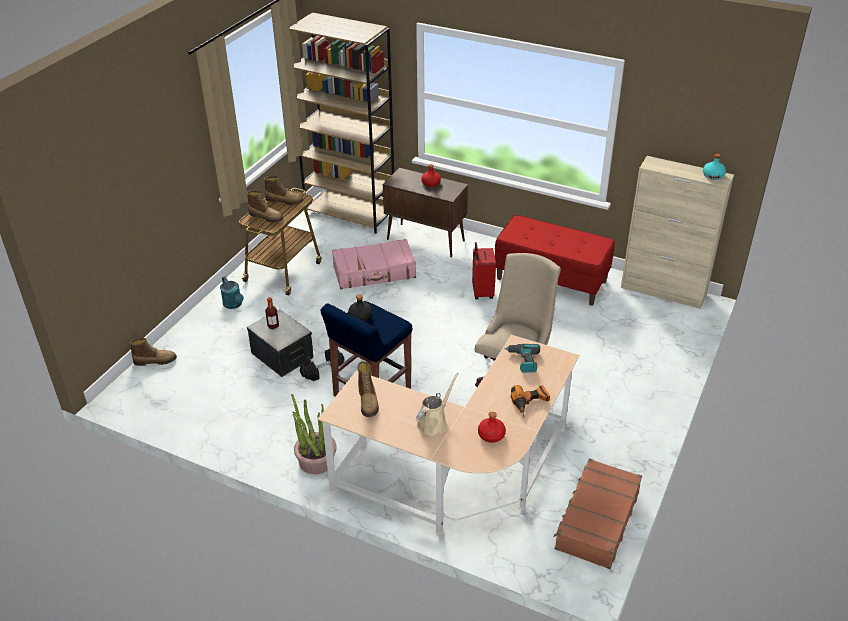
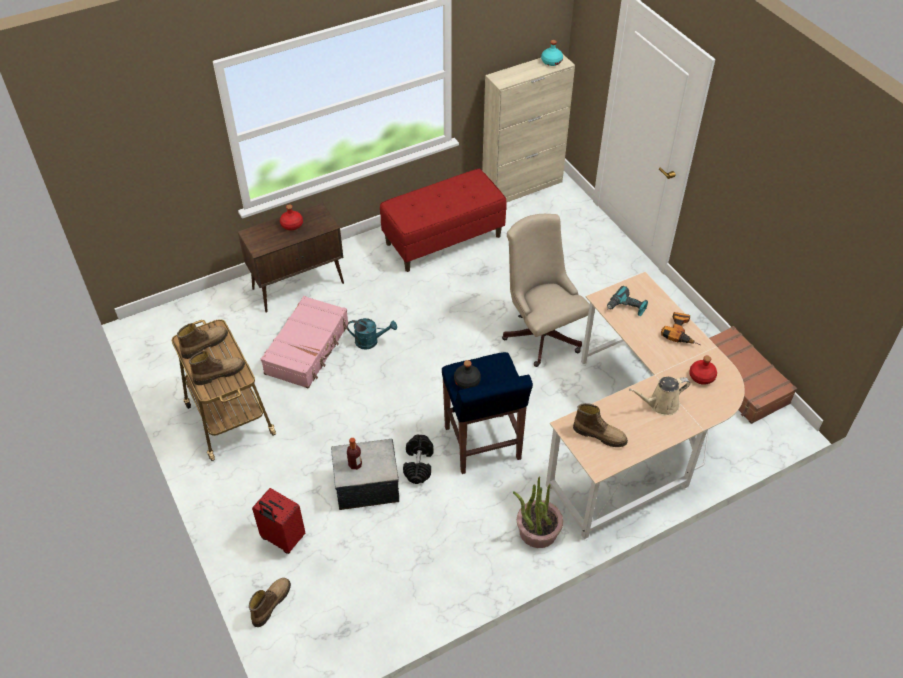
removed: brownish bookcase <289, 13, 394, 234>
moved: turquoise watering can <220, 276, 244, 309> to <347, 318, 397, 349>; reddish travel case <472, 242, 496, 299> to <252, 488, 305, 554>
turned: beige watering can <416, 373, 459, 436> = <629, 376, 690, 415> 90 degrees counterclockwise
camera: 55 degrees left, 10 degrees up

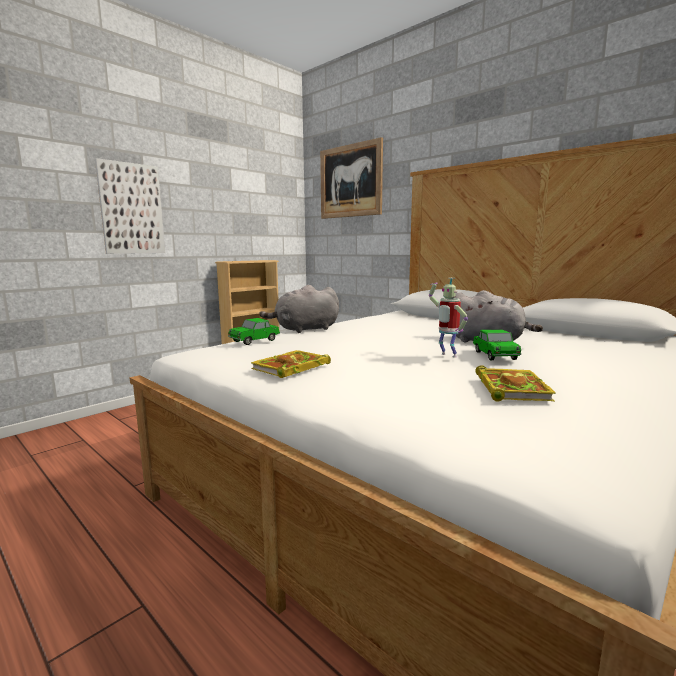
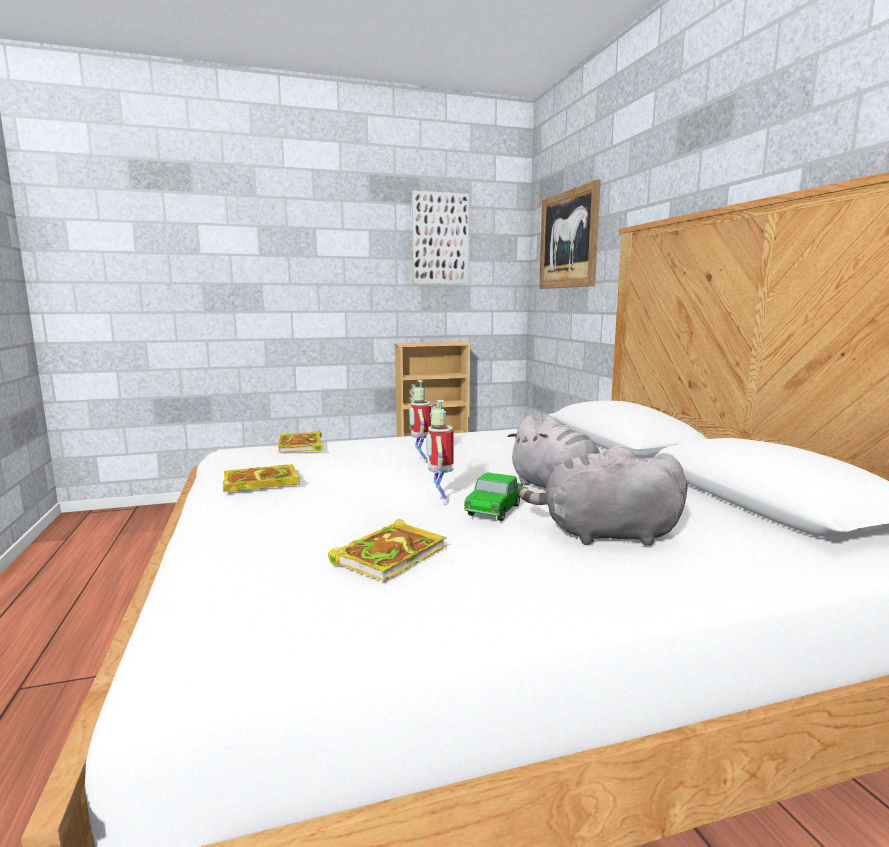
added: model robot <409, 380, 431, 463>
moved: wall picture <95, 158, 165, 254> to <412, 190, 469, 284>; grey soft toy <259, 285, 339, 333> to <517, 445, 688, 546>
replaced: miniature car <228, 318, 280, 345> to volume <278, 430, 323, 452>
camera: 30 degrees right, 0 degrees up

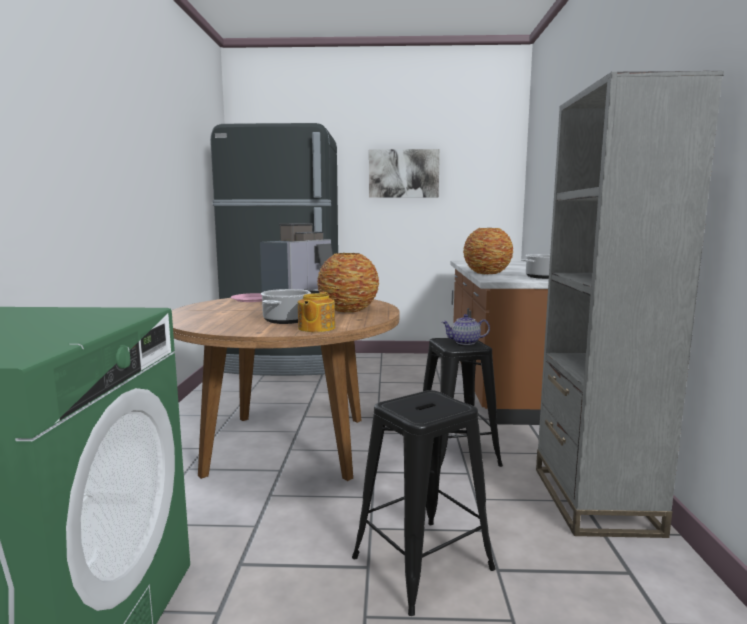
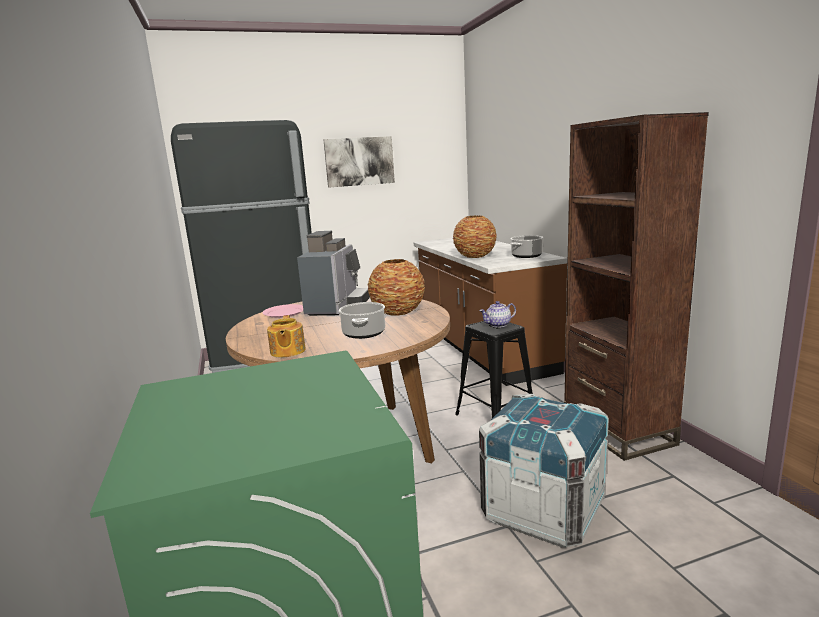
moved: pot for tea <298, 292, 335, 332> to <267, 315, 306, 357>
replaced: black-coloured sitting stool <352, 390, 496, 616> to shipping crate <479, 393, 609, 548>
recoloured: grey bookcase <536, 71, 724, 538> to brownish bookcase <564, 112, 709, 461>
camera: 20 degrees left, 5 degrees up

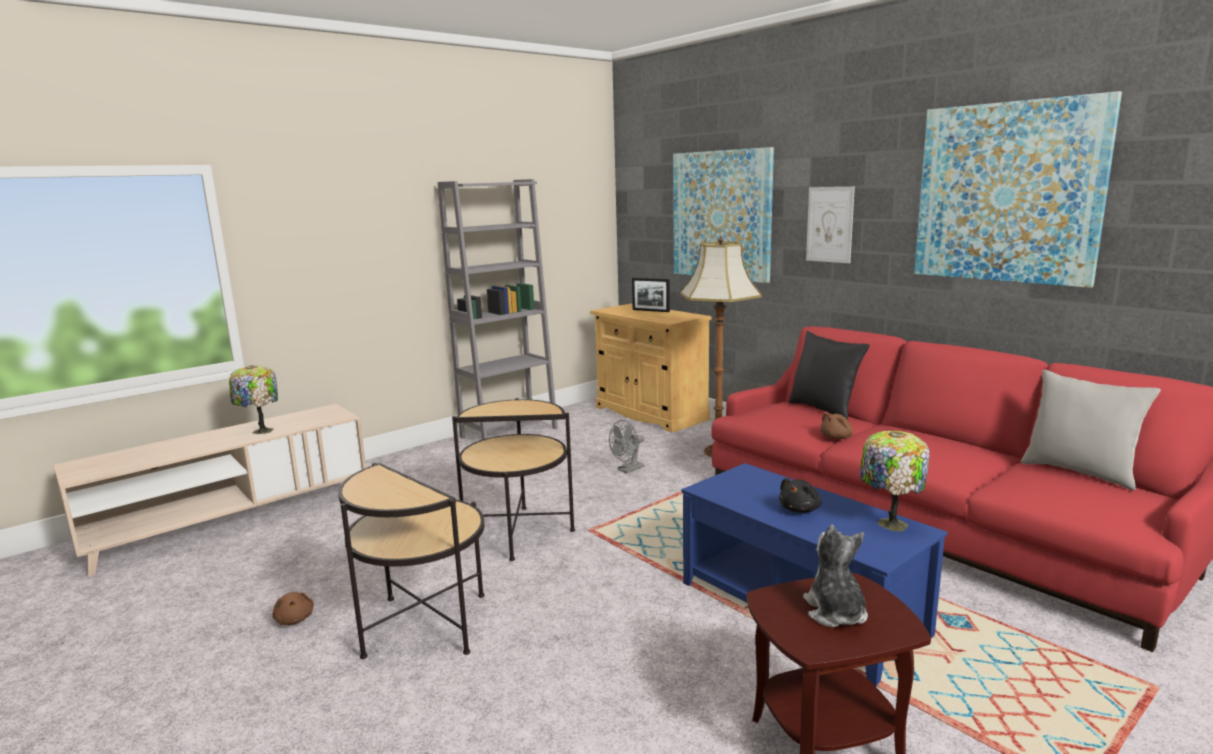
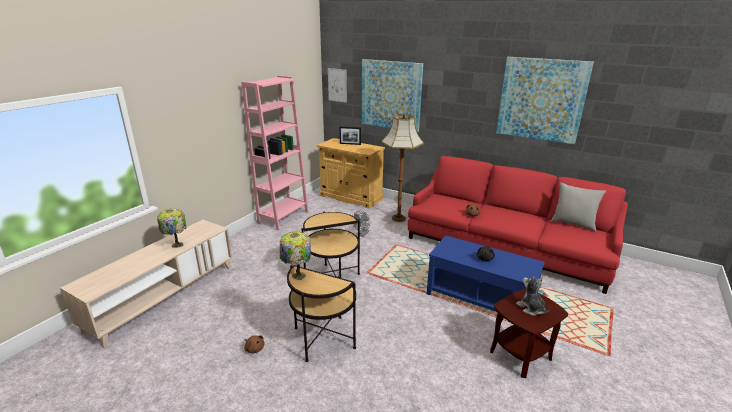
removed: black-coloured throw pillow <789, 331, 870, 420>
moved: wall picture <806, 187, 855, 263> to <328, 68, 347, 103>; lamp for a table <860, 431, 930, 532> to <280, 232, 311, 280>
recoloured: grey bookcase <438, 179, 558, 440> to pink bookcase <241, 75, 309, 231>
camera: 20 degrees left, 10 degrees up

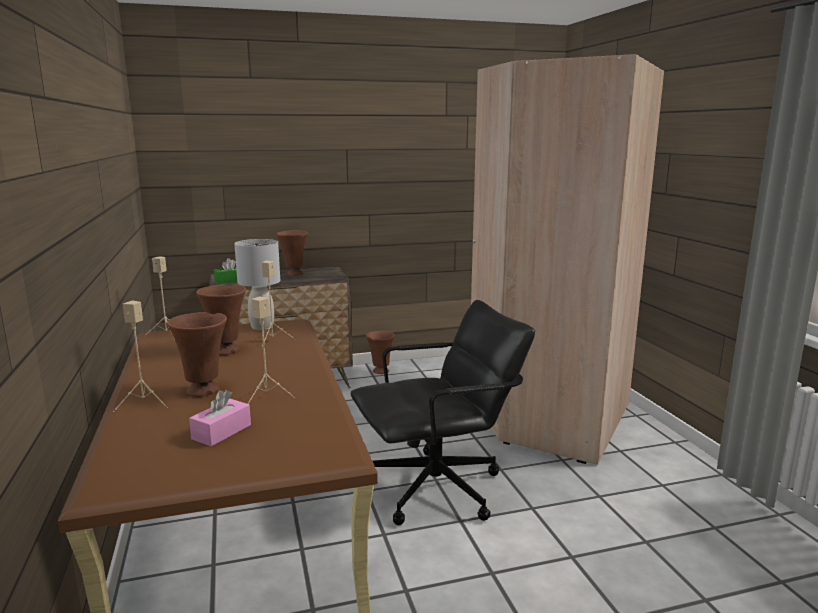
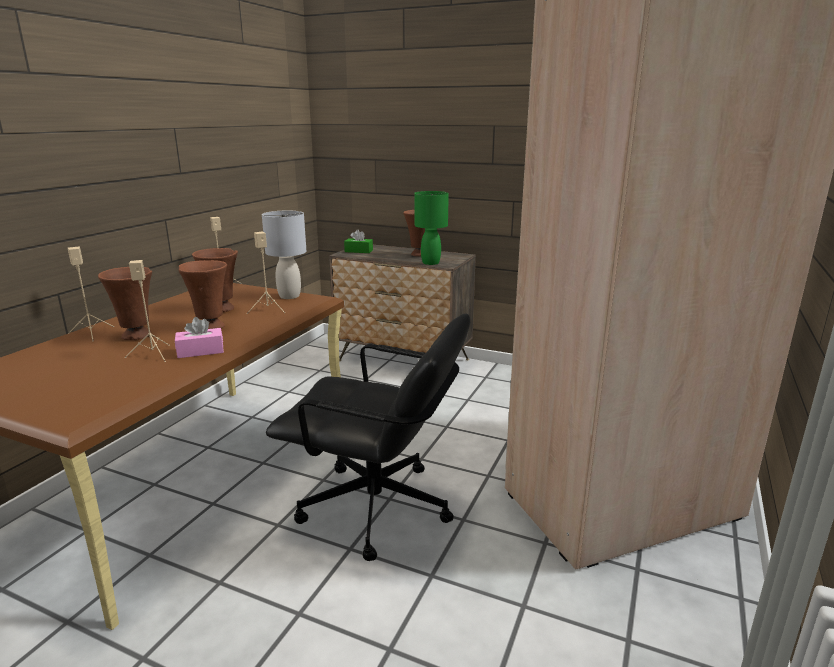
added: greenish lamp for a table <414, 191, 449, 265>
moved: pink tissue box <189, 390, 251, 446> to <175, 317, 224, 358>; brownish flower vase <366, 331, 395, 374> to <178, 260, 227, 329>
camera: 40 degrees right, 5 degrees up

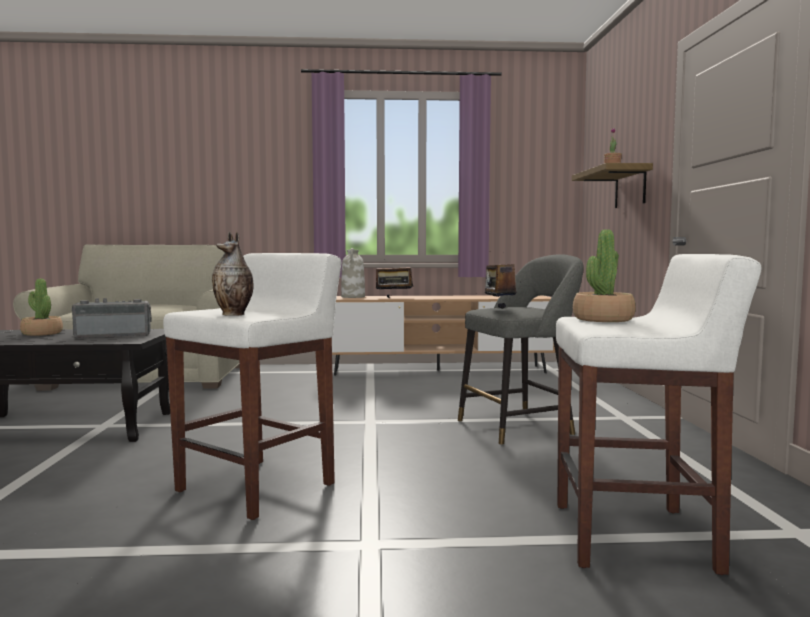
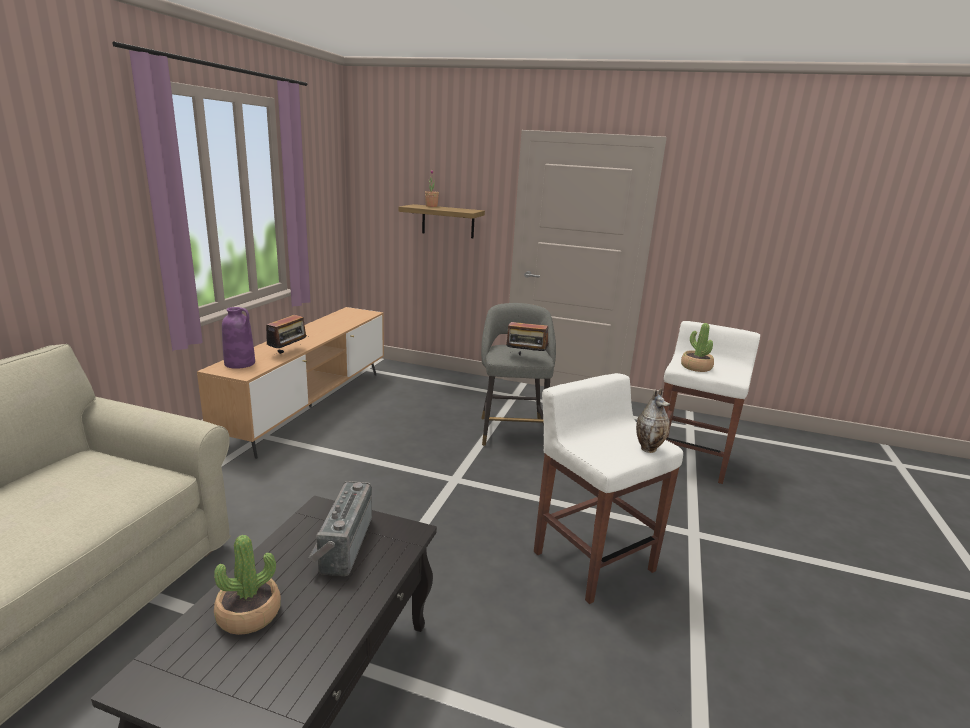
recoloured: white flower vase <341, 248, 365, 298> to purple-coloured flower vase <222, 307, 255, 369>
camera: 70 degrees left, 15 degrees up

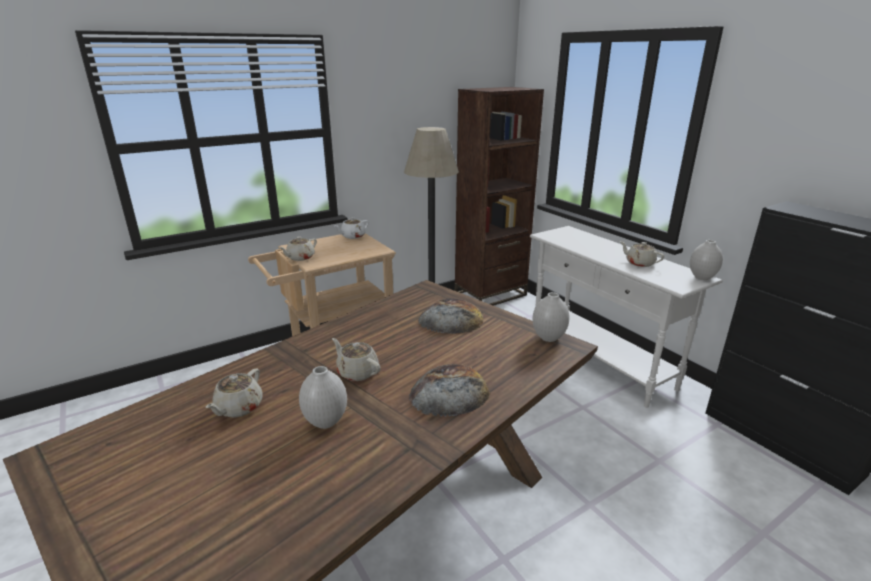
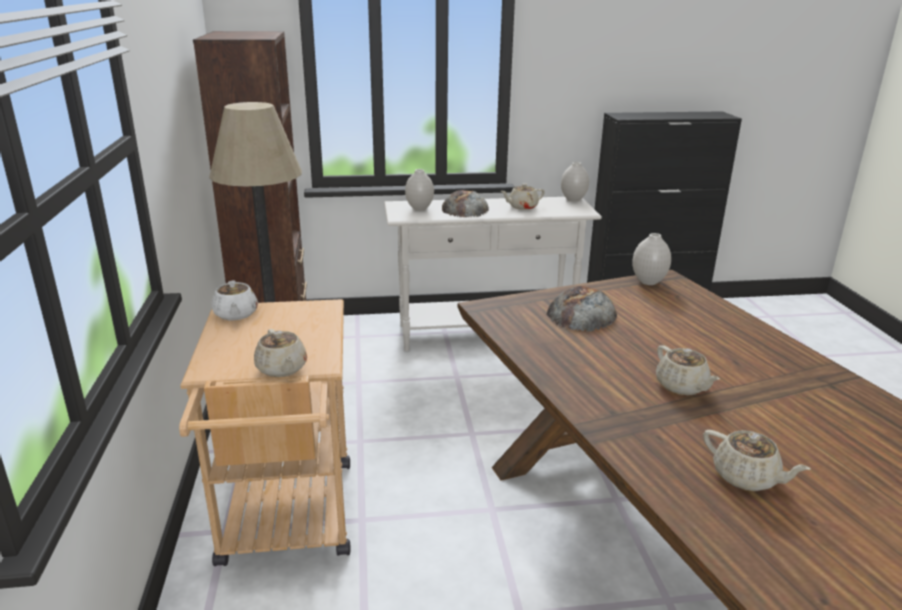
moved: white flower vase <299, 366, 347, 429> to <405, 169, 434, 211>; bakery bread <409, 364, 490, 417> to <442, 190, 489, 218>
turned: beige pot for tea <332, 338, 380, 381> = <656, 345, 720, 395> 90 degrees counterclockwise
camera: 65 degrees left, 0 degrees up

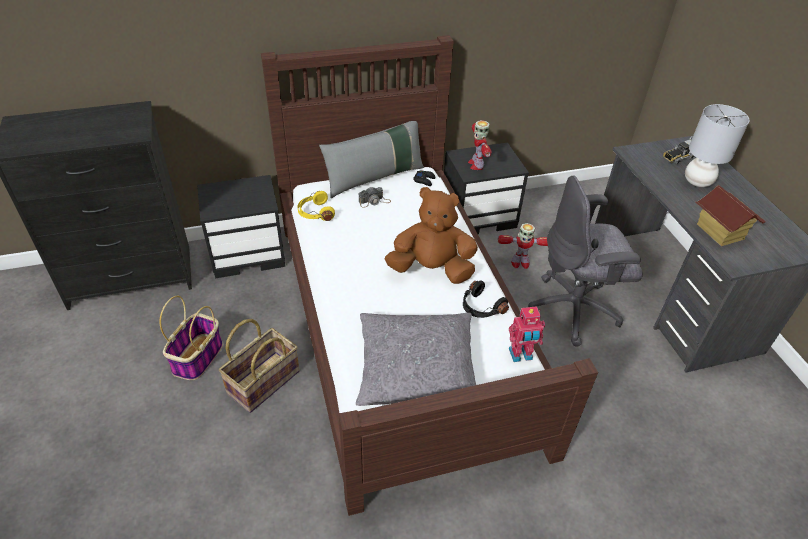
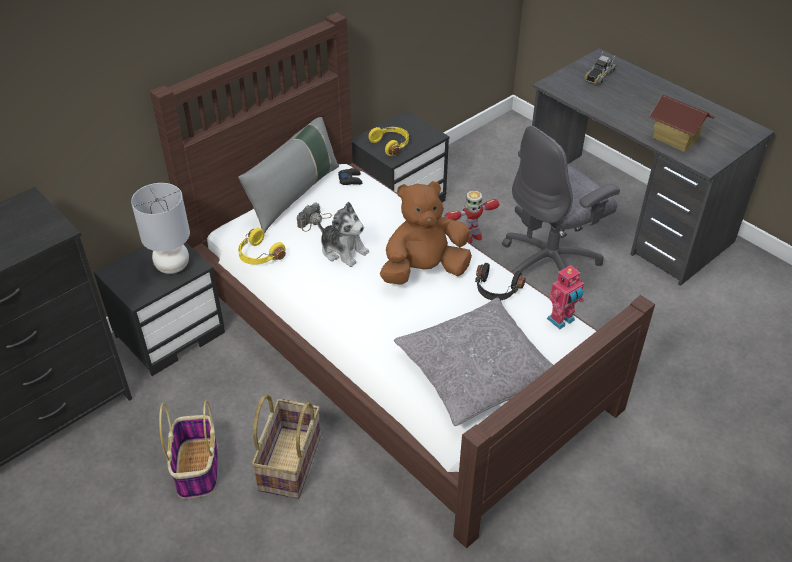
added: soft toy <317, 202, 369, 267>
moved: grey lamp for a table <685, 104, 750, 187> to <131, 183, 190, 274>
replaced: model robot <468, 120, 492, 170> to yellow headset <368, 127, 409, 156>
camera: 25 degrees left, 0 degrees up

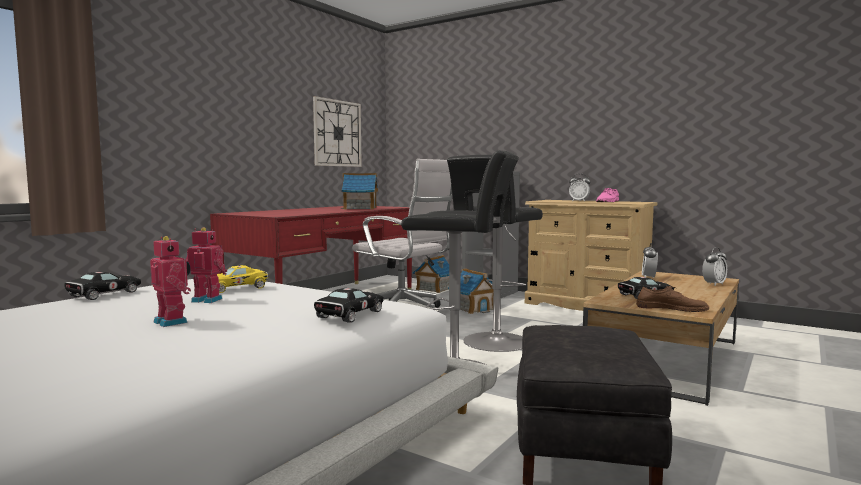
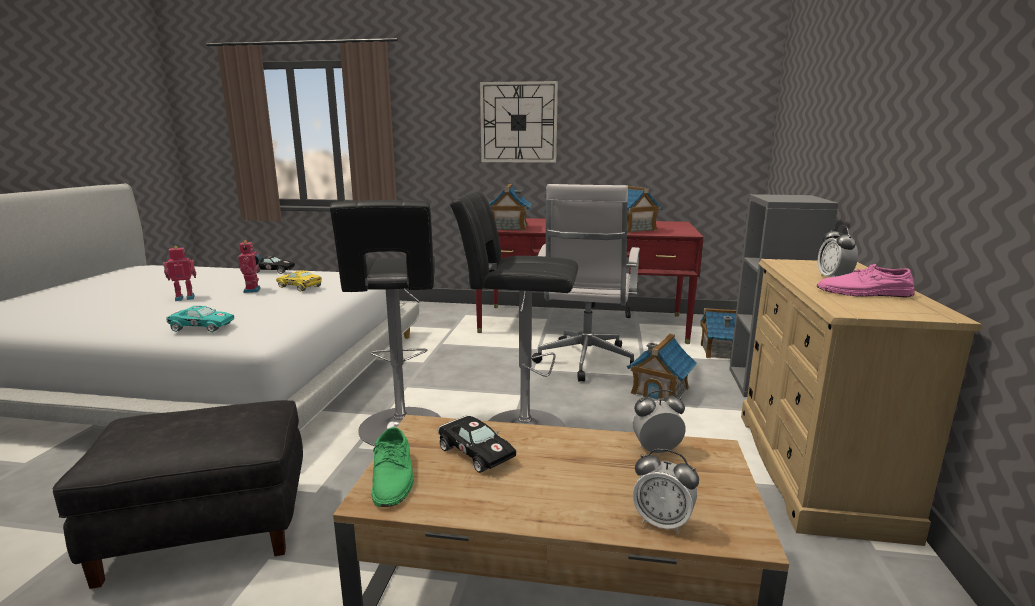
added: toy house <489, 184, 532, 231>
moved: wall clock <313, 96, 362, 167> to <480, 81, 558, 163>
recoloured: black-coloured miniature car <314, 288, 383, 323> to turquoise miniature car <166, 306, 234, 332>; brownish low shoe <636, 286, 709, 312> to greenish low shoe <372, 427, 414, 507>
turned: model robot <150, 236, 191, 327> = <163, 246, 196, 301> 135 degrees counterclockwise
camera: 65 degrees right, 10 degrees up

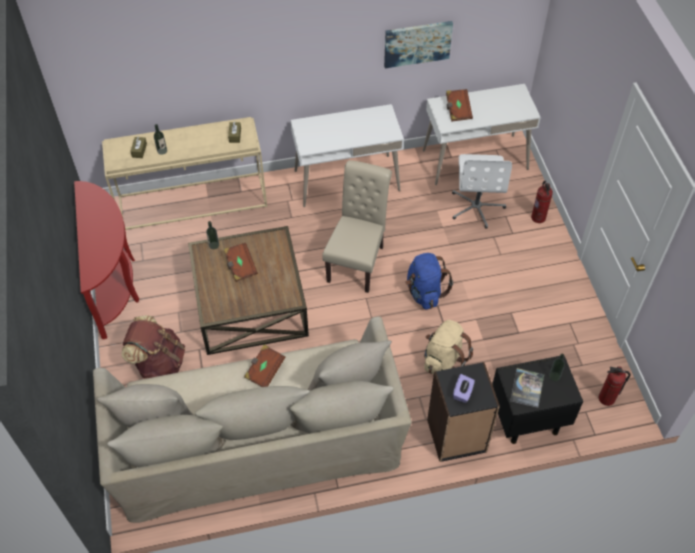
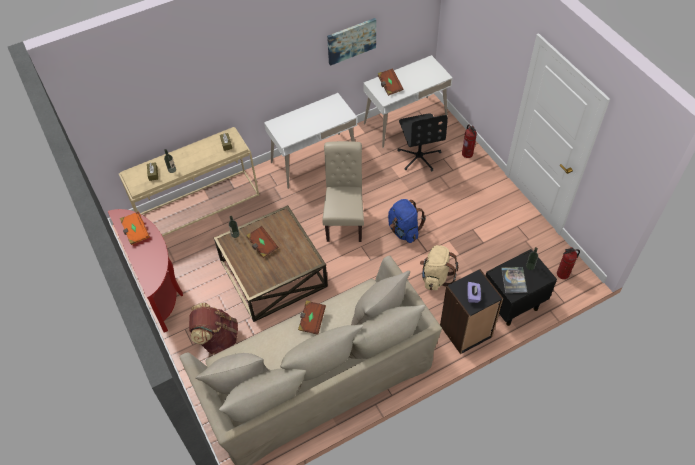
added: orangey volume <120, 212, 150, 245>
recoloured: white office chair <452, 154, 512, 229> to black-coloured office chair <397, 114, 448, 171>
camera: 15 degrees left, 0 degrees up

